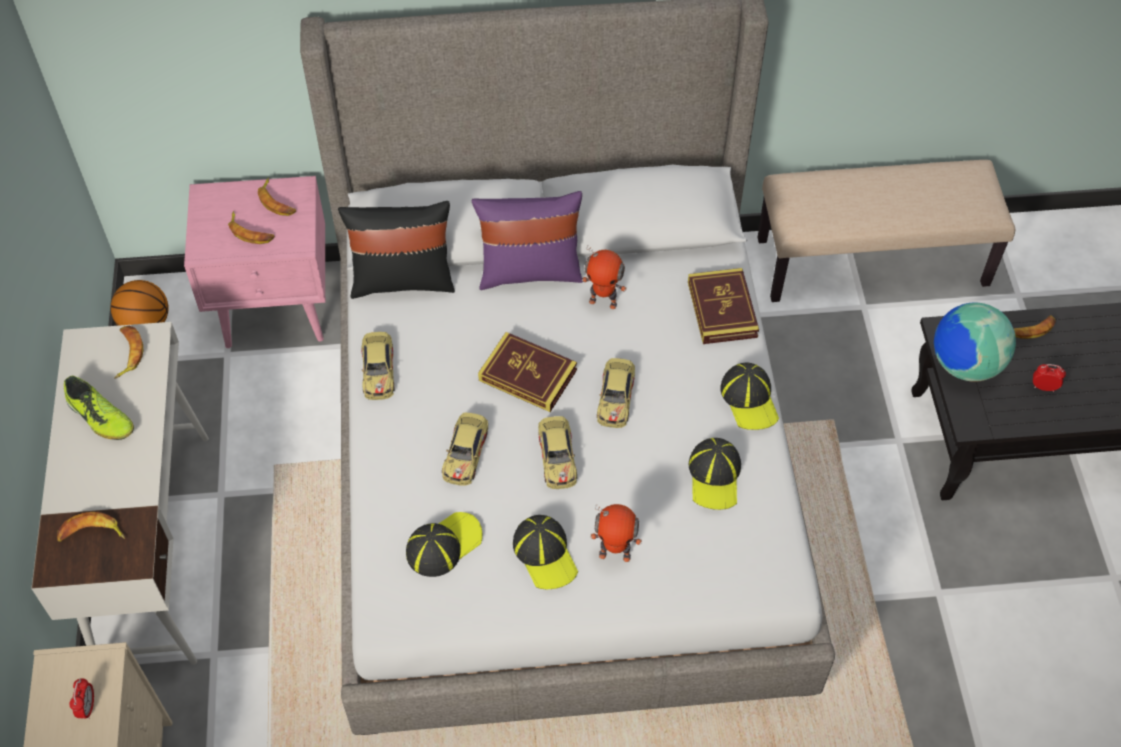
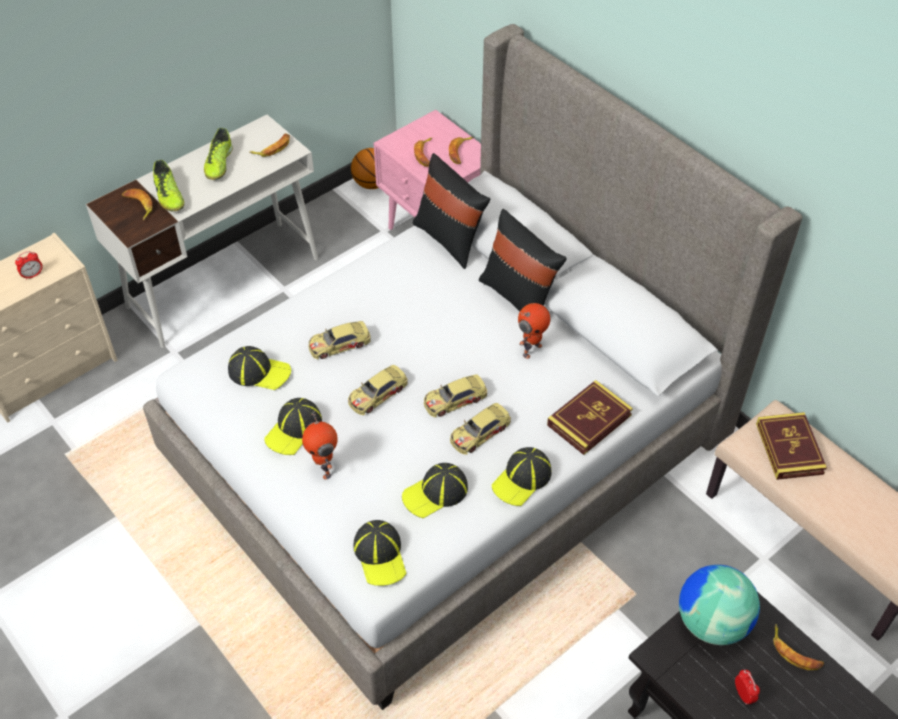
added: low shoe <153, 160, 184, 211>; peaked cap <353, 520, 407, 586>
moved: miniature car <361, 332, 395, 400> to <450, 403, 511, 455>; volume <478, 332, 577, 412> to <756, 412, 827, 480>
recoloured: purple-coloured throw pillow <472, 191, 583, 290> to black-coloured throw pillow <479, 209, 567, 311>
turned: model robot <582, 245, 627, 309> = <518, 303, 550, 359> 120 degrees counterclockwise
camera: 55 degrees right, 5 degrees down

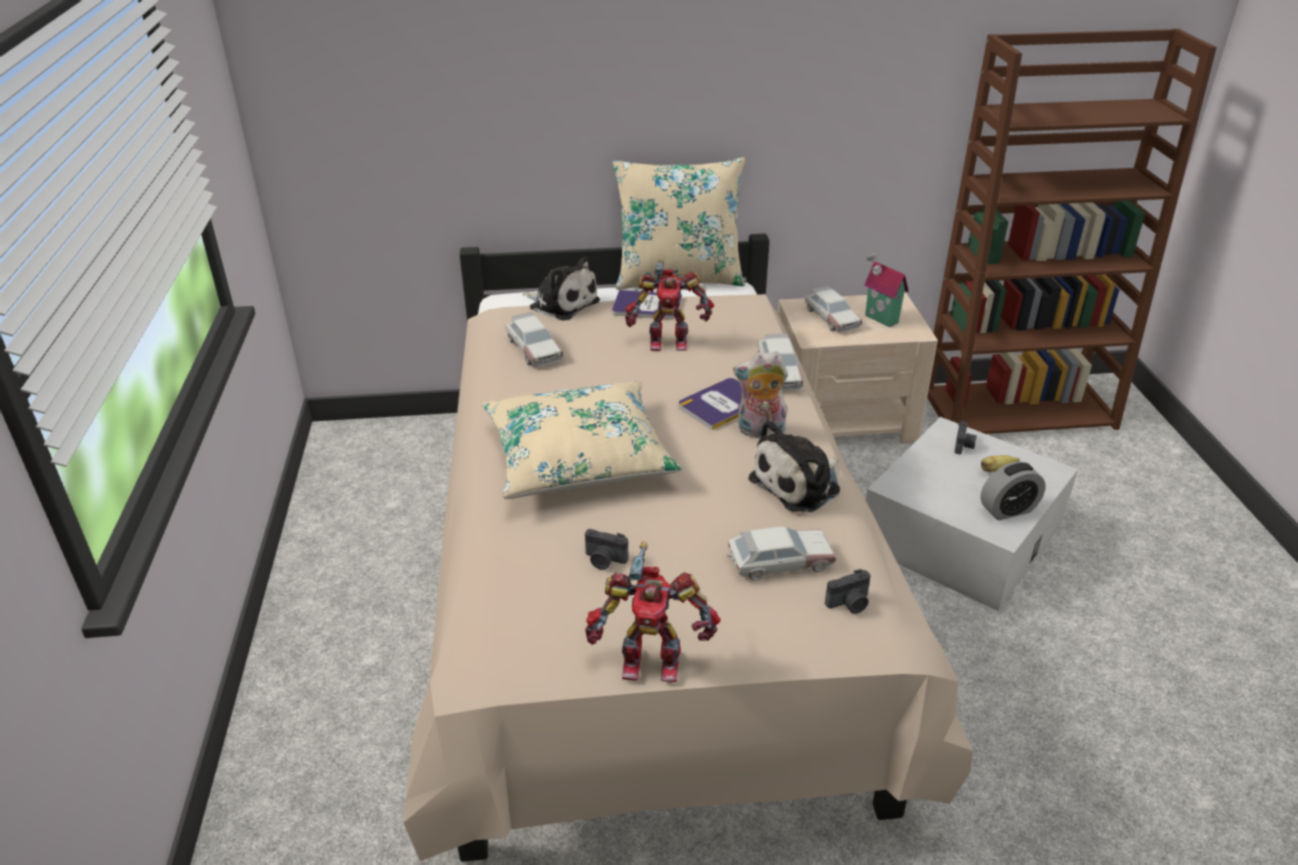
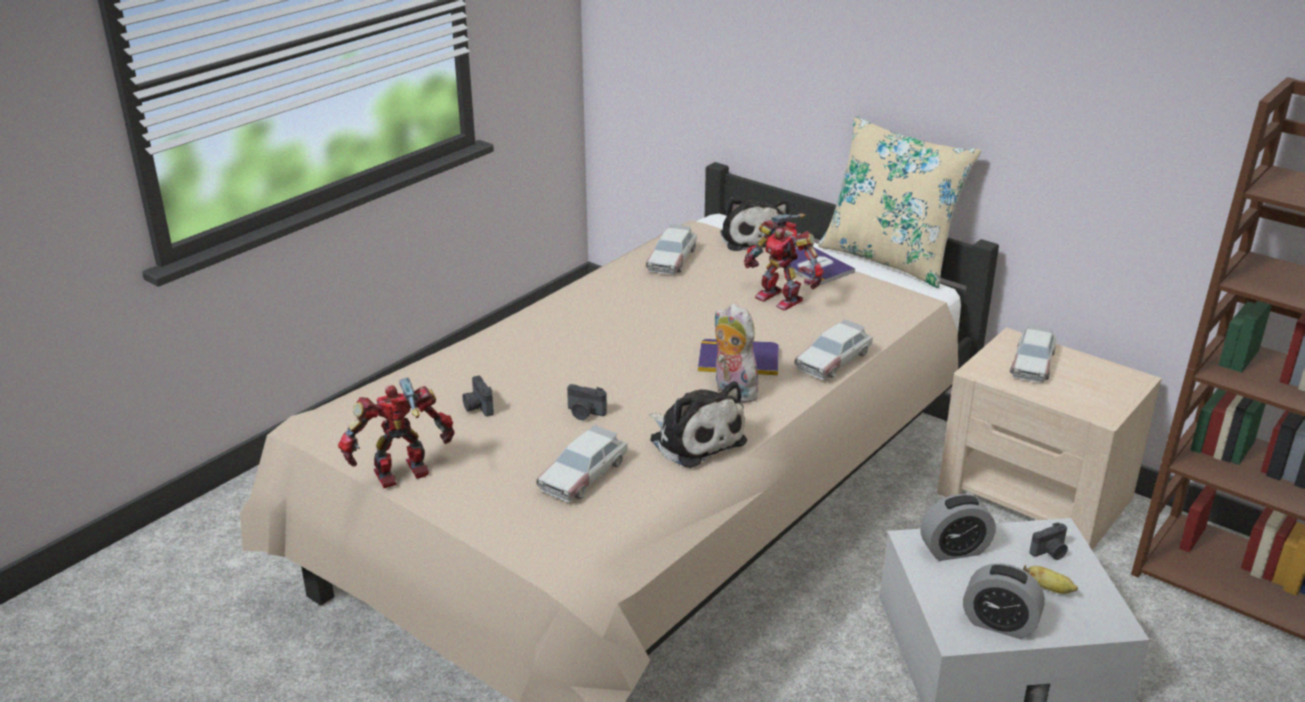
removed: beige throw pillow <482, 381, 682, 499>; toy house <864, 251, 909, 327>
added: table clock <921, 494, 996, 561>
moved: photo camera <825, 569, 871, 614> to <567, 384, 607, 420>
turned: model robot <585, 541, 720, 682> = <338, 378, 455, 488> 105 degrees clockwise; miniature car <727, 526, 836, 580> = <536, 425, 628, 502> 90 degrees clockwise; soft toy <748, 420, 840, 512> = <649, 381, 747, 468> 135 degrees counterclockwise
camera: 45 degrees right, 5 degrees down

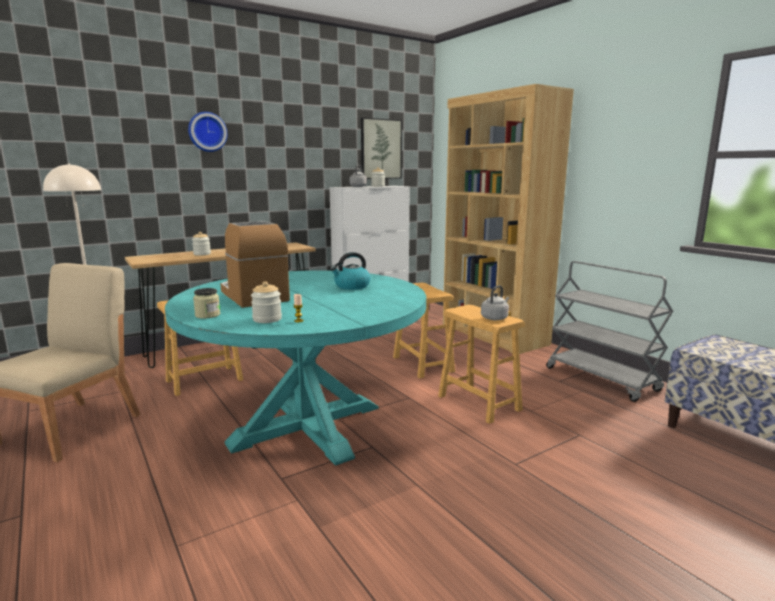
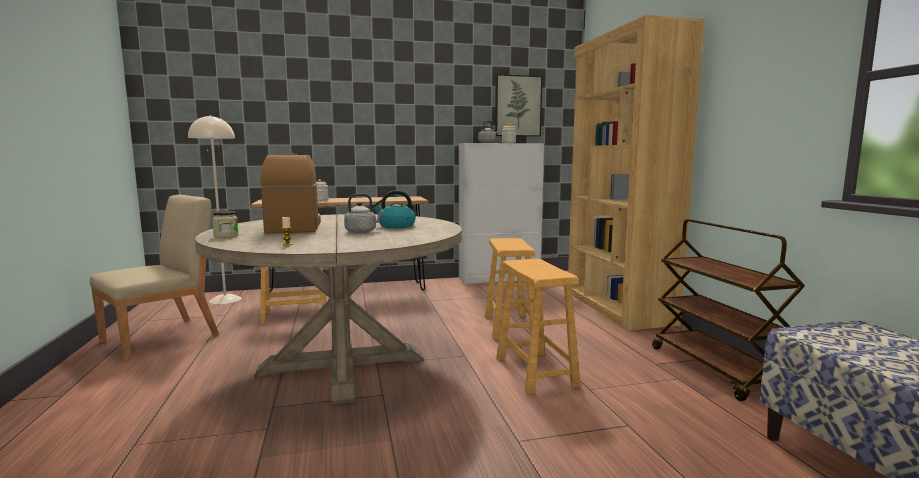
removed: wall clock <188, 112, 227, 152>; preserve jar <251, 281, 282, 323>
moved: grey kettle <481, 285, 509, 320> to <344, 193, 385, 233>
recoloured: turquoise dinner table <165, 270, 426, 466> to beige dinner table <195, 214, 462, 405>; grey wheeled cart <546, 261, 673, 402> to brownish wheeled cart <652, 219, 805, 401>
camera: 20 degrees right, 5 degrees down

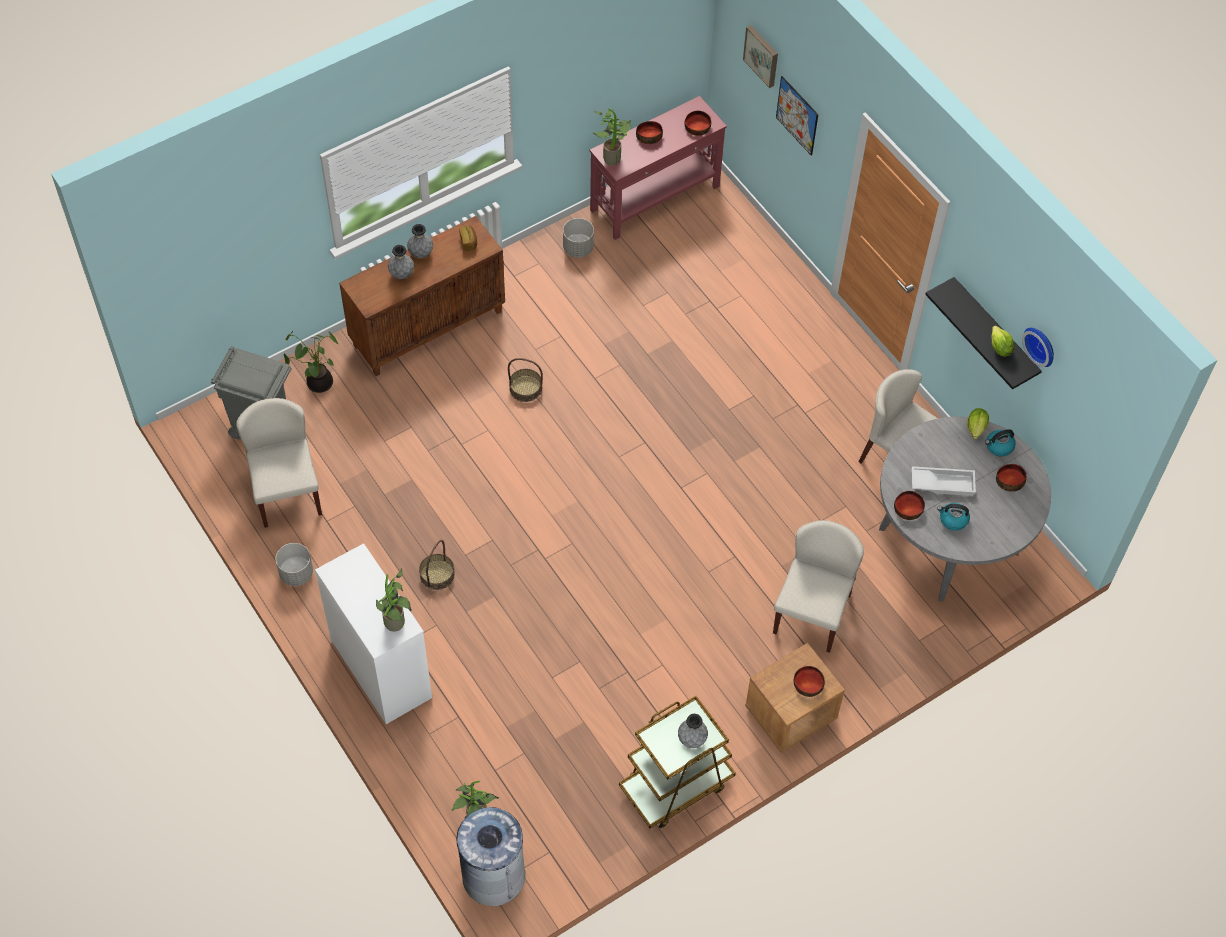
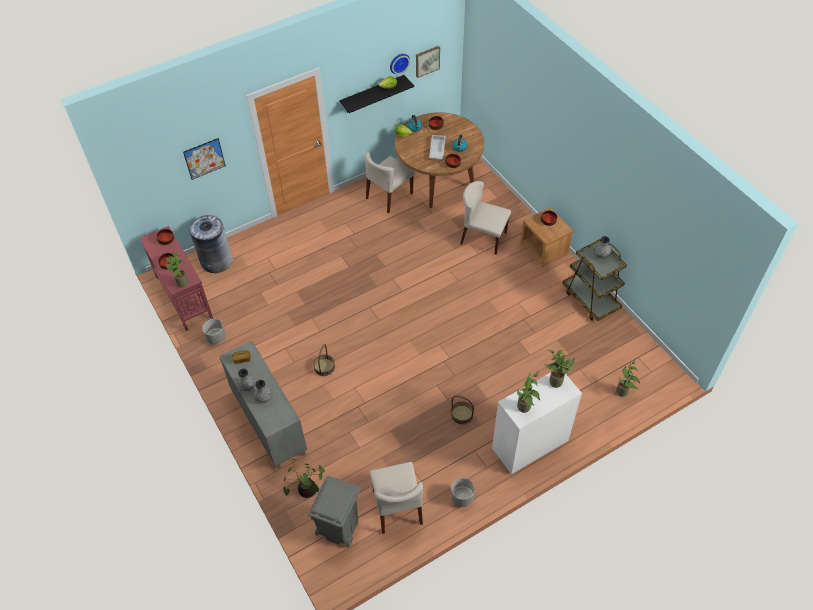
added: houseplant <517, 372, 540, 413>
moved: grey trash can <457, 807, 526, 906> to <189, 215, 233, 273>; wall picture <743, 25, 778, 88> to <416, 46, 440, 78>
recoloured: brownish cupboard <339, 216, 505, 376> to grey cupboard <219, 341, 307, 469>; grey dinner table <879, 417, 1051, 602> to brownish dinner table <395, 112, 484, 208>
turned: beige plain chair <236, 398, 322, 528> = <369, 462, 423, 534> 90 degrees counterclockwise
camera: 85 degrees left, 5 degrees down

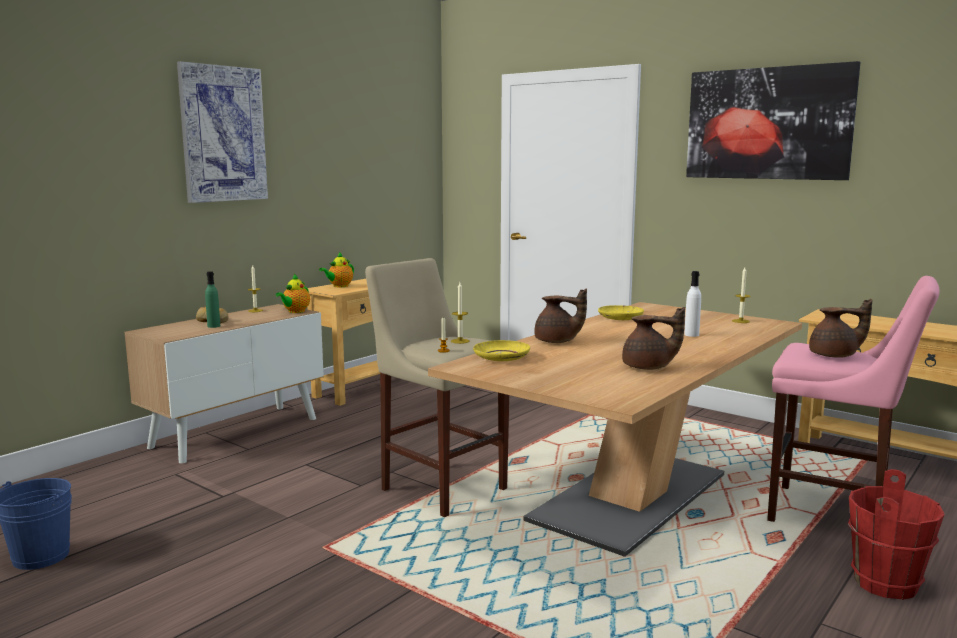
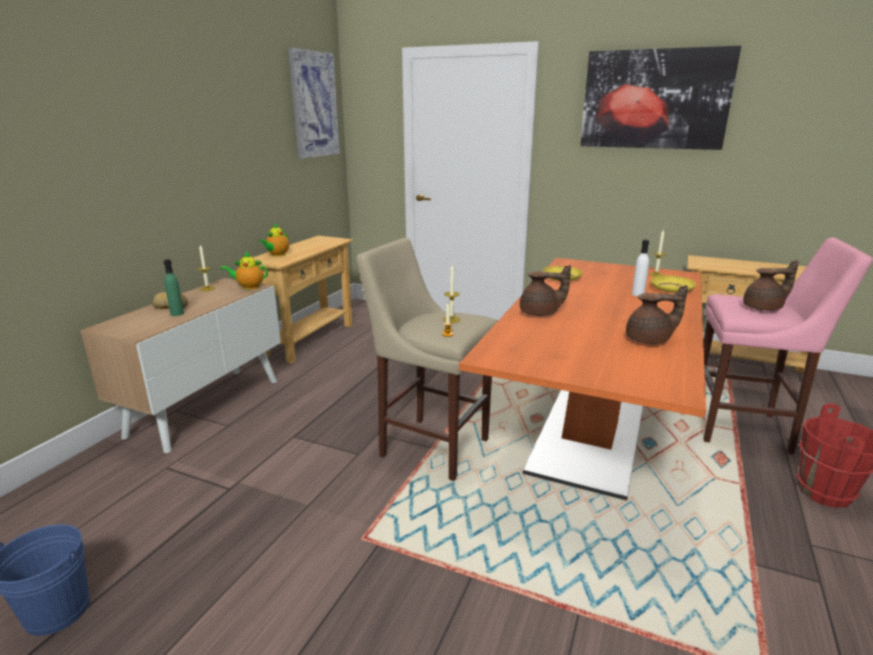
moved: wall picture <177, 61, 268, 203> to <288, 48, 340, 158>; yellow flat dish <473, 340, 530, 361> to <651, 276, 696, 293>
recoloured: beige dinner table <428, 302, 802, 557> to orangey dinner table <459, 258, 706, 500>
turned: pot for tea <276, 274, 310, 313> = <221, 252, 268, 290> 75 degrees clockwise
camera: 15 degrees left, 10 degrees up

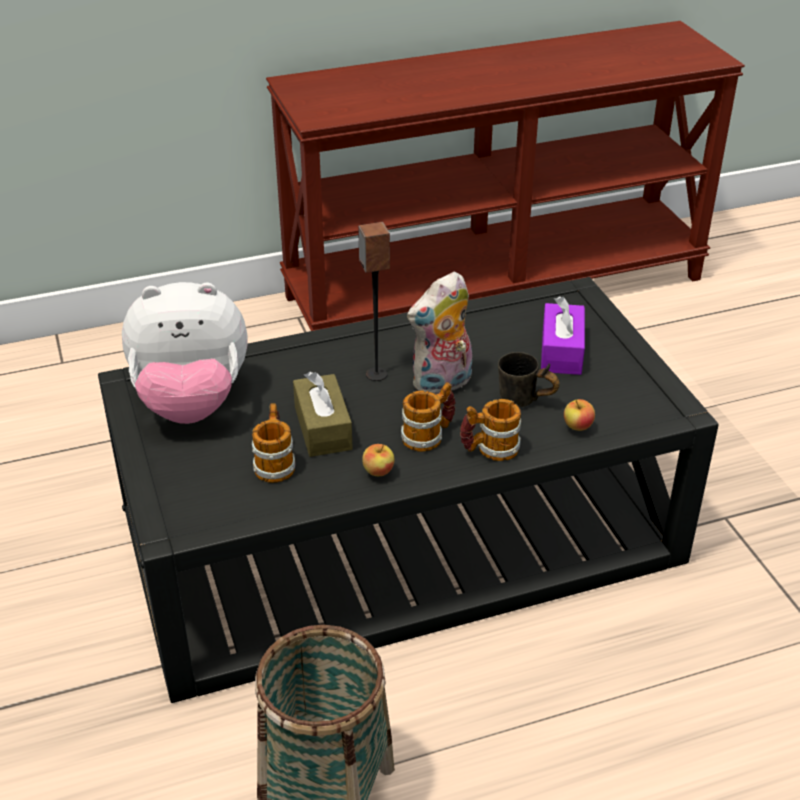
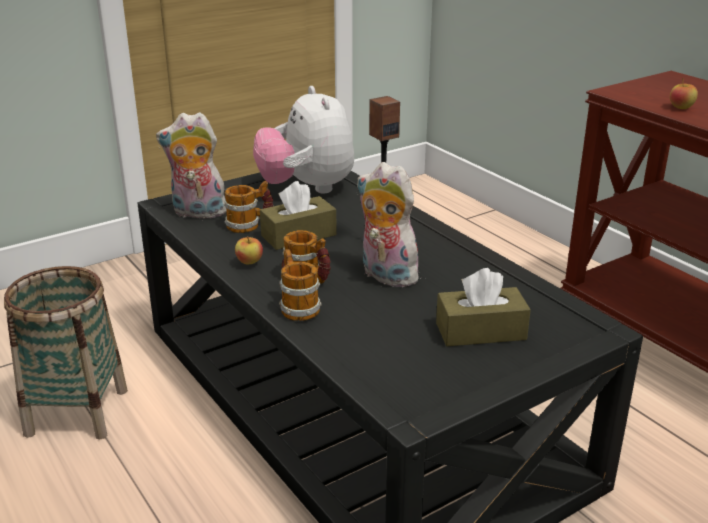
removed: grey mug <498, 352, 560, 408>
added: soft toy <156, 112, 226, 219>
moved: whole apple <564, 399, 595, 431> to <670, 78, 698, 109>
recoloured: purple-coloured tissue box <541, 297, 585, 375> to brownish tissue box <436, 268, 531, 346>
camera: 75 degrees right, 10 degrees down

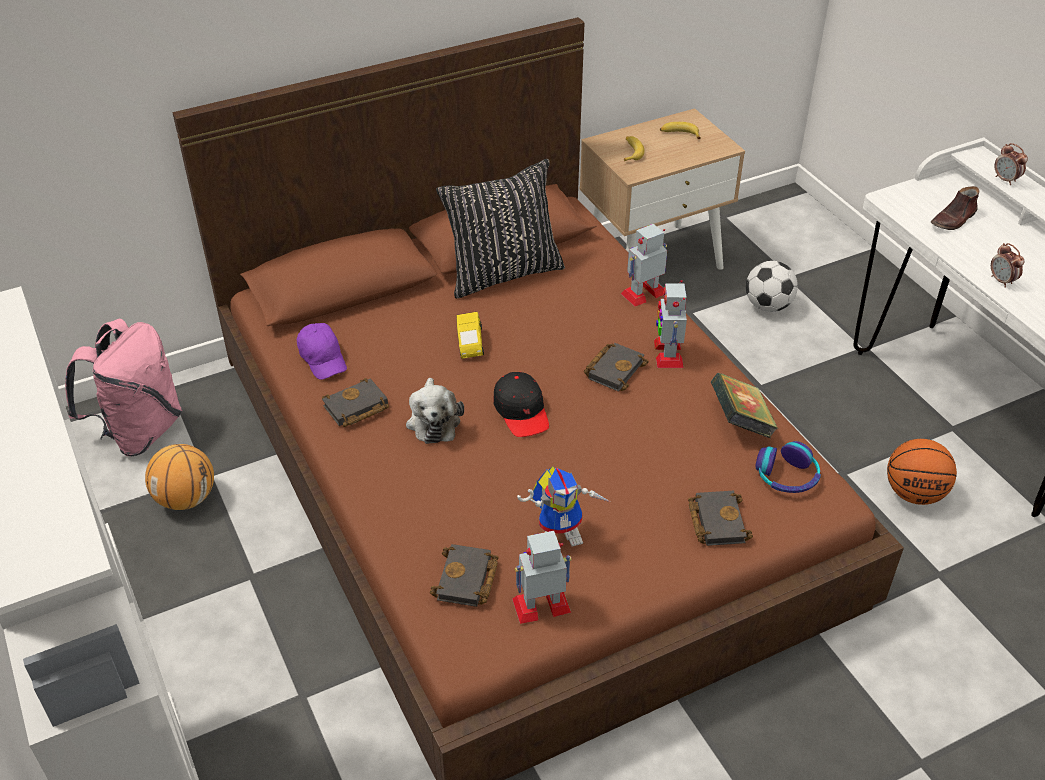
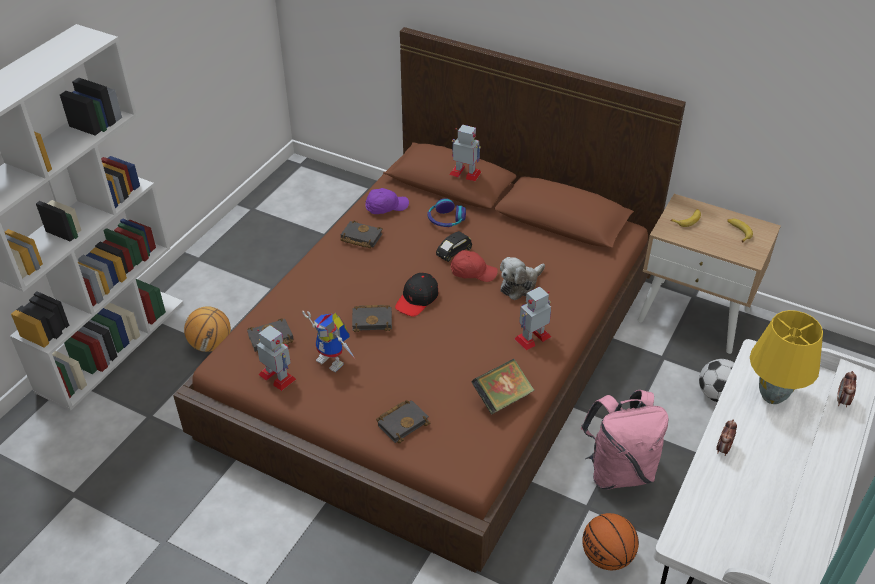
removed: black-coloured throw pillow <436, 159, 565, 299>
added: reddish peaked cap <450, 250, 498, 282>
moved: pink rucksack <65, 318, 182, 456> to <581, 390, 668, 490>; ball for basketball <145, 444, 214, 510> to <184, 306, 231, 352>; soft toy <406, 378, 464, 444> to <500, 257, 545, 300>; black-coloured volume <584, 343, 649, 392> to <352, 305, 392, 332>; model robot <621, 224, 667, 306> to <449, 125, 481, 181>; headset <756, 441, 821, 493> to <428, 198, 466, 227>
replaced: brownish low shoe <931, 186, 979, 230> to yellow lamp for a table <750, 310, 823, 404>
recoloured: yellow miniature car <456, 312, 484, 359> to black-coloured miniature car <436, 231, 472, 262>
turned: purple-coloured peaked cap <297, 323, 347, 380> = <365, 188, 409, 214> 135 degrees counterclockwise
camera: 55 degrees right, 0 degrees up

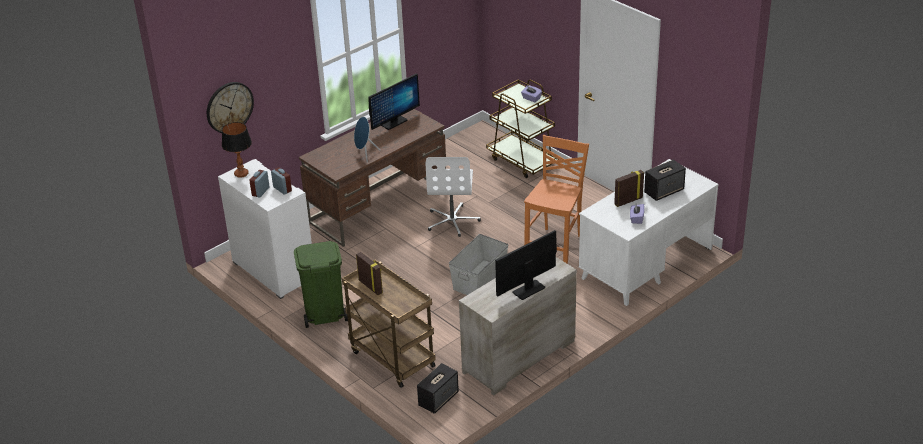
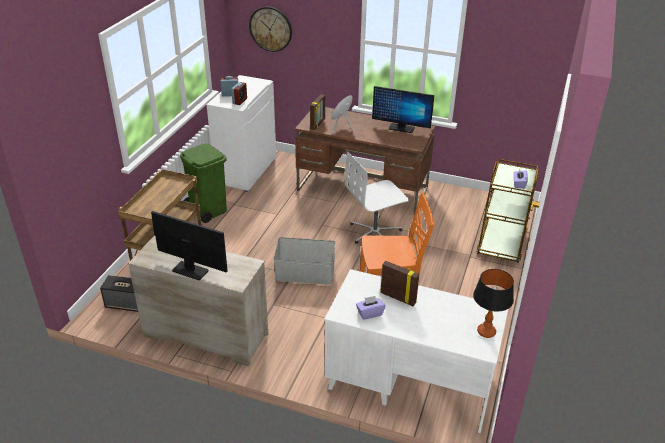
removed: speaker <644, 160, 686, 201>
moved: lamp for a table <222, 122, 252, 178> to <473, 269, 514, 338>; photo frame <356, 252, 383, 295> to <310, 94, 325, 130>
camera: 60 degrees right, 0 degrees up

